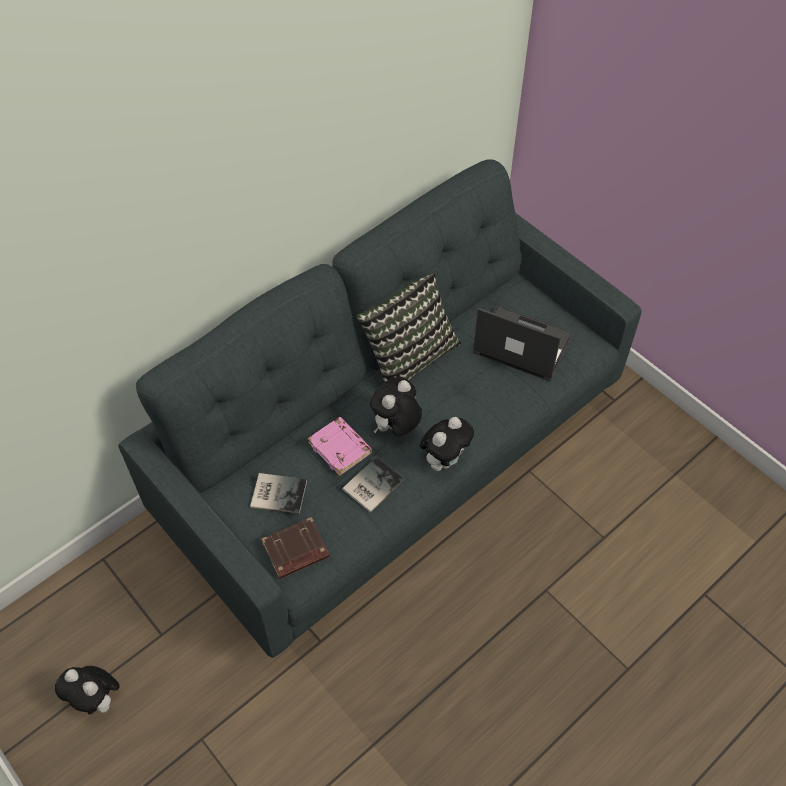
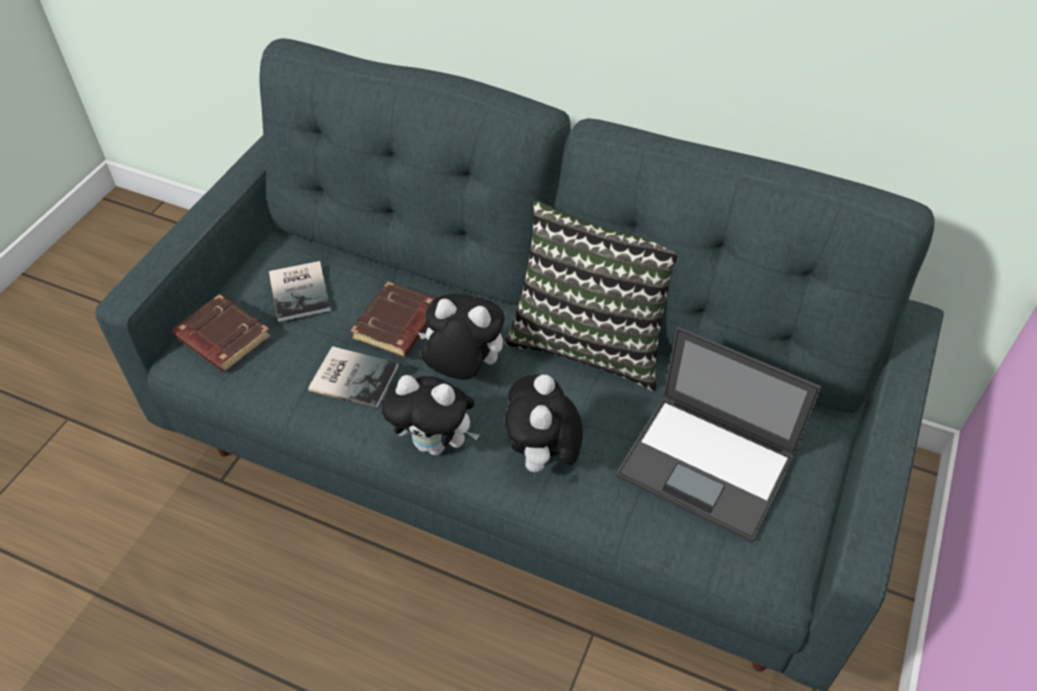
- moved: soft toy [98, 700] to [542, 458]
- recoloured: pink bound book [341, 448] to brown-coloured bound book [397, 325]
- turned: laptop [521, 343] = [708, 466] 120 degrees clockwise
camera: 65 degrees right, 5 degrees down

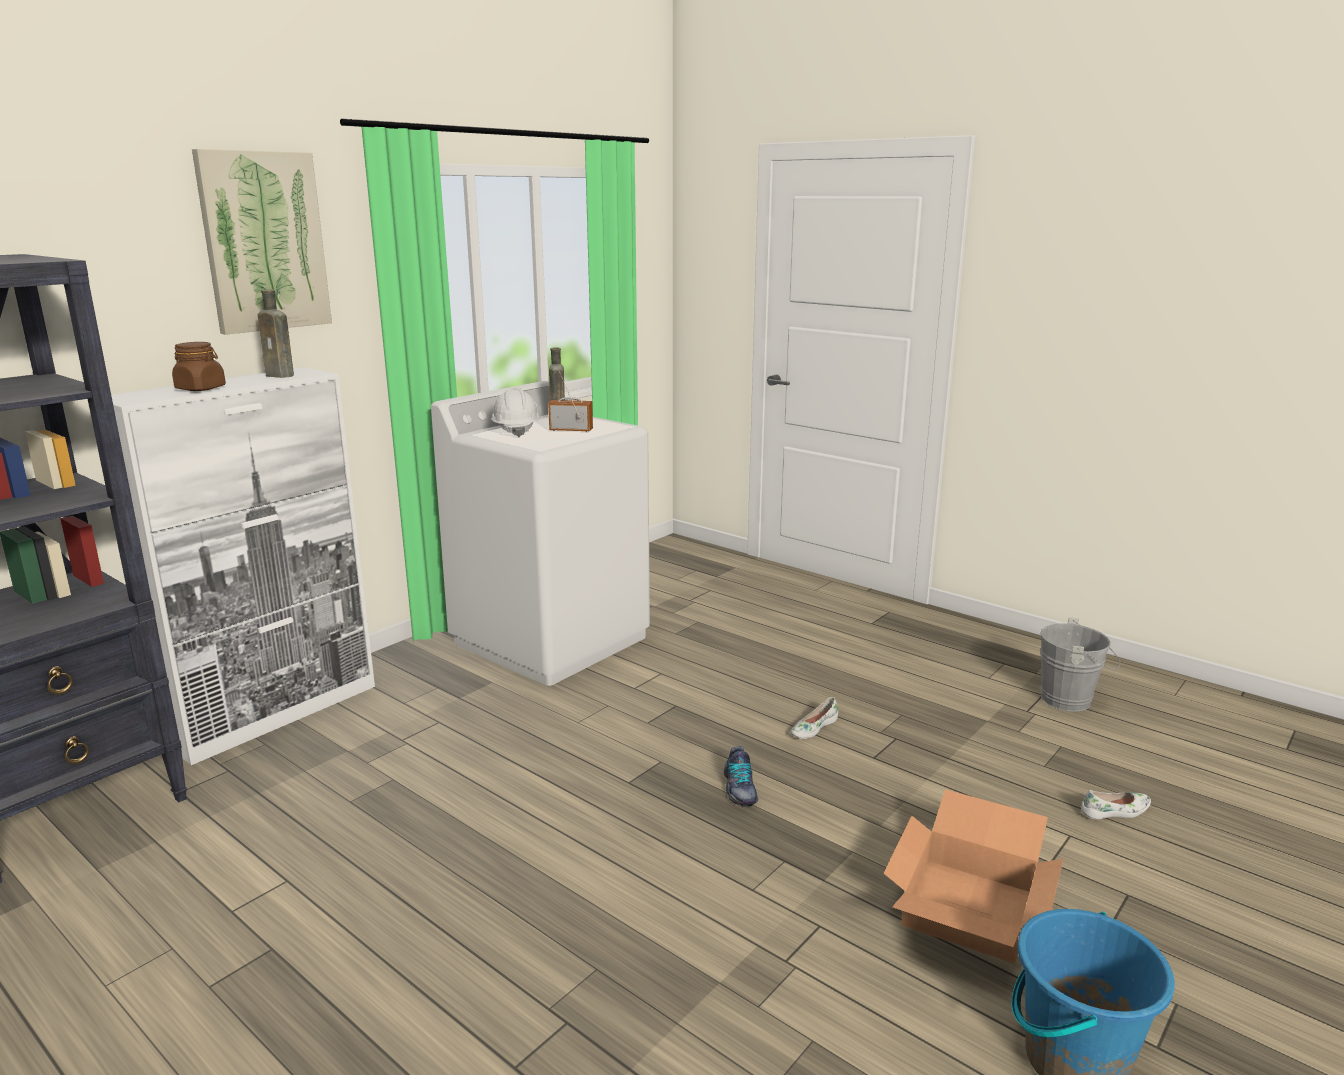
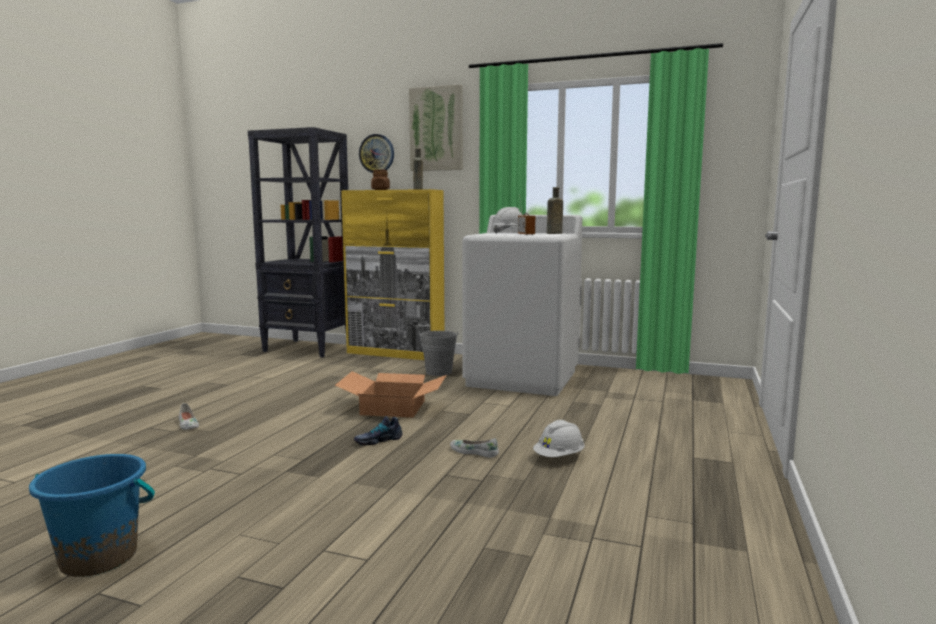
- recoloured: white-coloured cabinet [275, 712] to yellow cabinet [396, 353]
- moved: cardboard box [967, 906] to [394, 407]
- moved: grey pail [1071, 701] to [438, 373]
- moved: white-coloured low shoe [1116, 811] to [188, 424]
- added: hanging clock [377, 153]
- added: white-coloured hard hat [559, 457]
camera: 70 degrees right, 10 degrees down

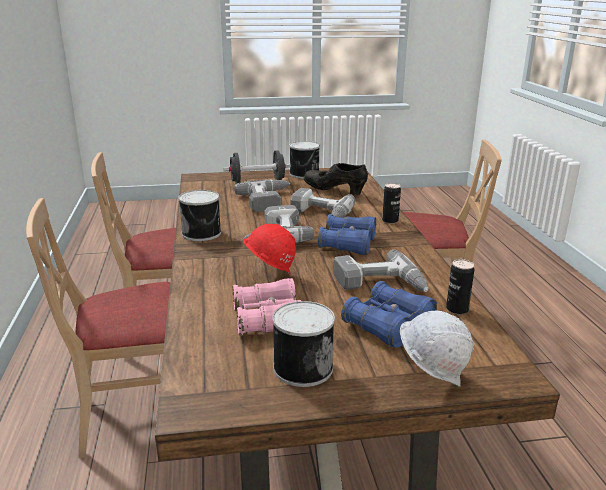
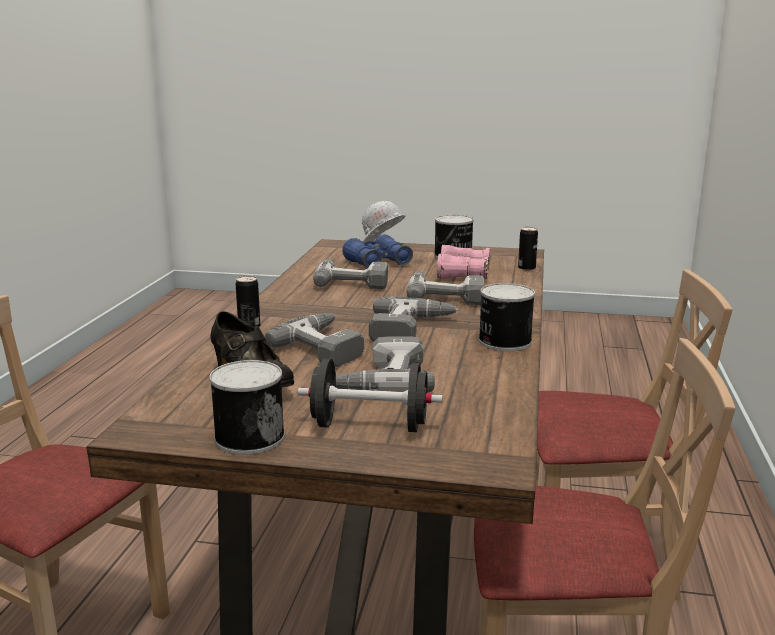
- replaced: red-coloured hard hat [269, 277] to power drill [445, 295]
- removed: bluish binoculars [347, 244]
- moved: can [457, 309] to [526, 268]
camera: 160 degrees left, 5 degrees down

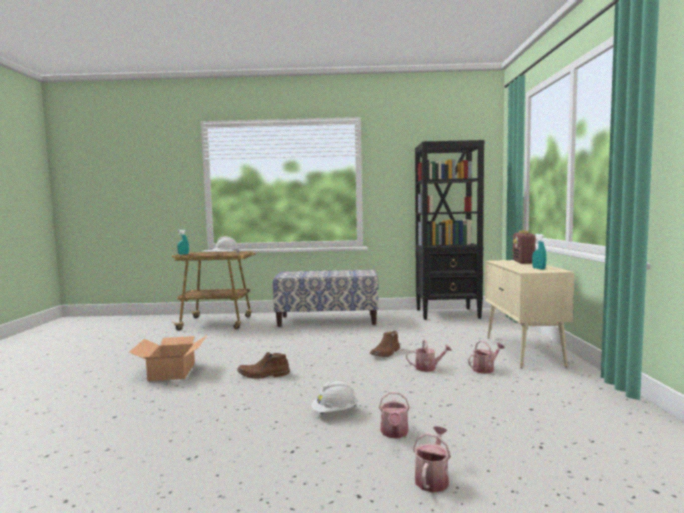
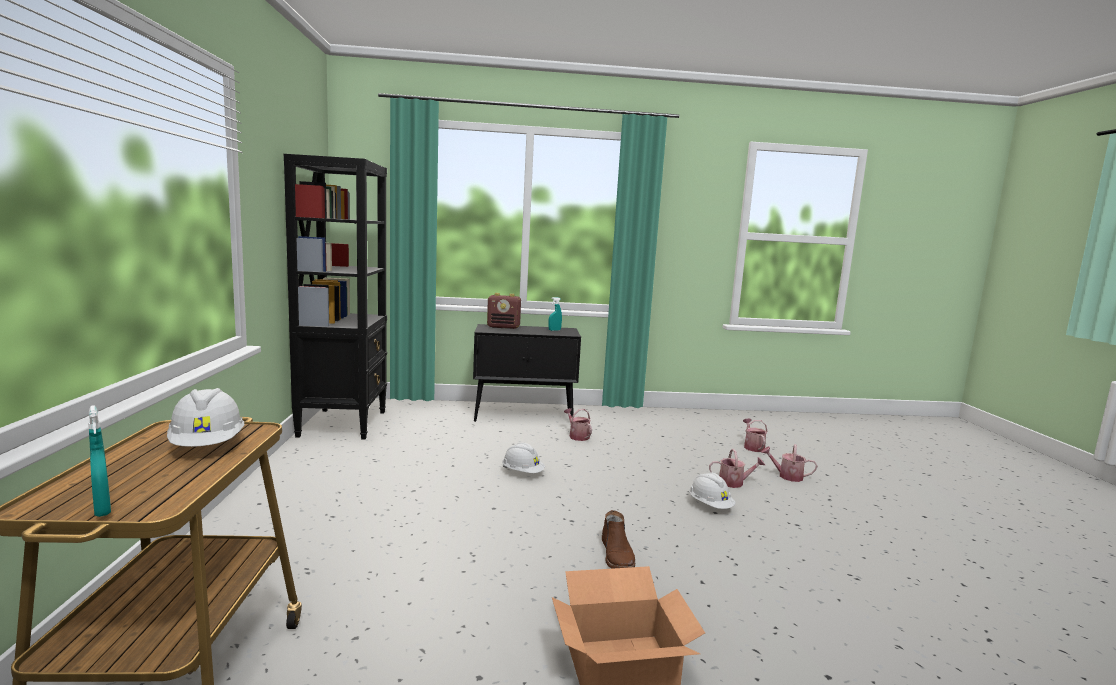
- removed: long seat [327, 320]
- replaced: brown-coloured tall boot [386, 353] to white-coloured hard hat [522, 473]
- moved: watering pot [428, 368] to [752, 447]
- recoloured: sand-coloured cabinet [523, 351] to blackish cabinet [525, 416]
camera: 95 degrees left, 5 degrees up

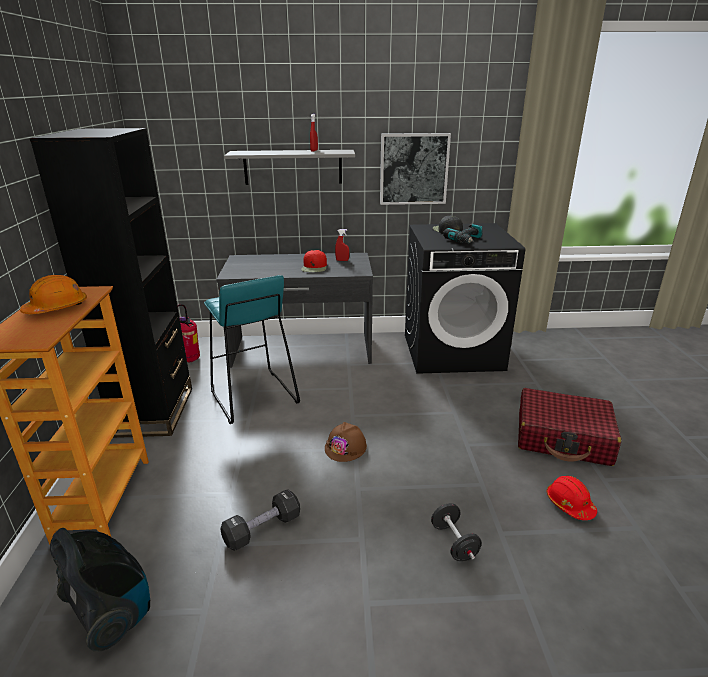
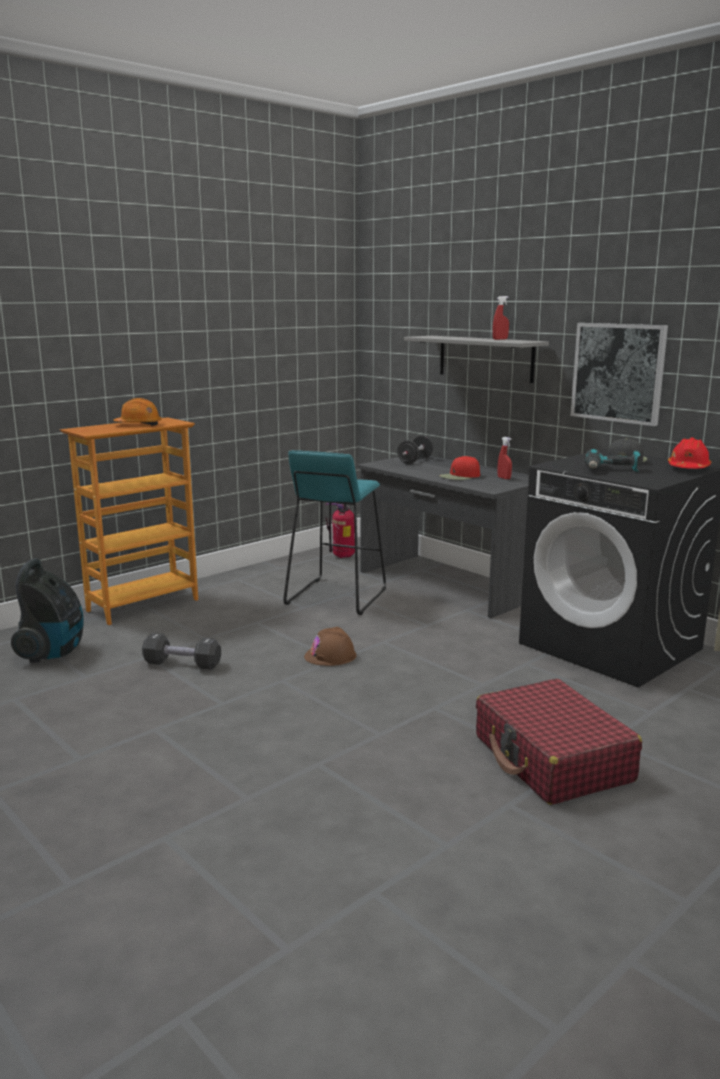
- removed: blackish bookcase [154, 411]
- moved: blackish free weight [454, 542] to [415, 461]
- moved: red-coloured hard hat [569, 504] to [688, 468]
camera: 50 degrees right, 10 degrees down

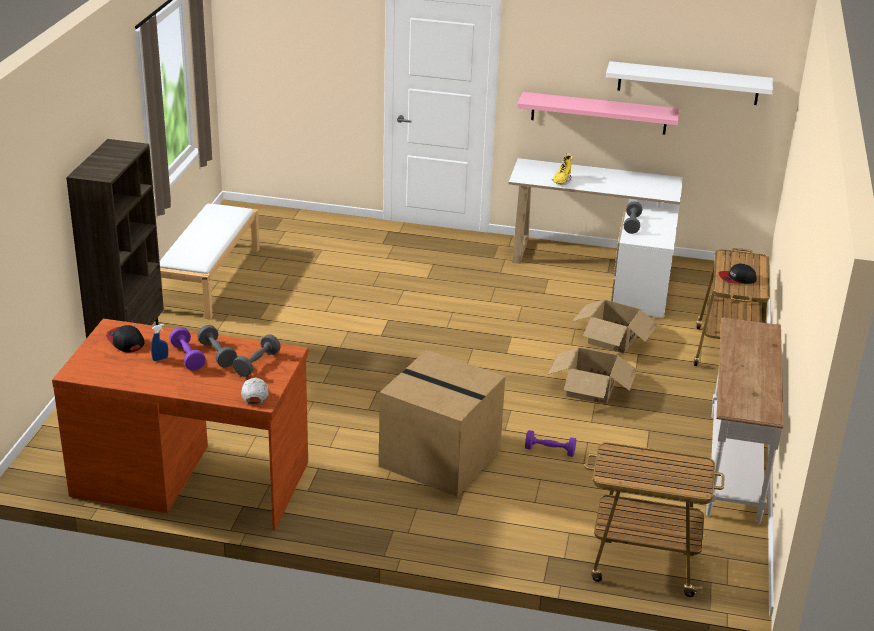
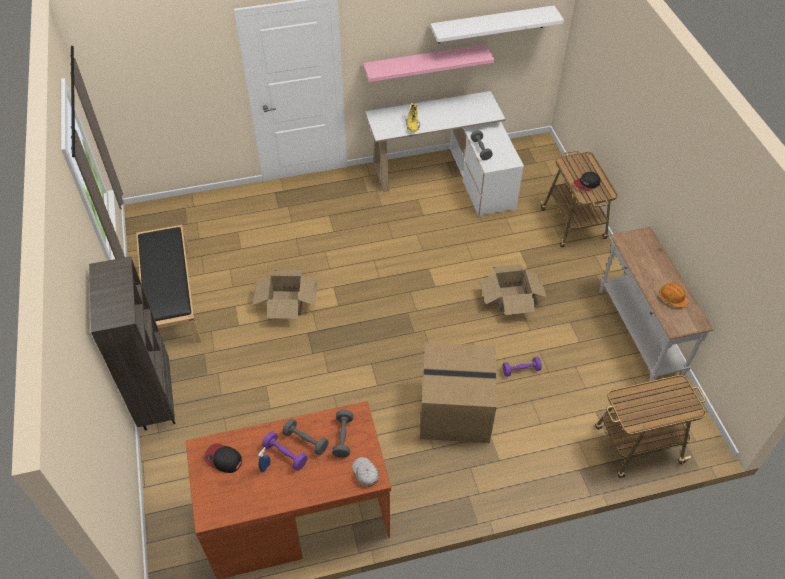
- recoloured: white-coloured long seat [209, 278] to blackish long seat [171, 297]
- moved: cardboard box [612, 339] to [286, 303]
- added: orange-coloured hard hat [672, 298]
camera: 25 degrees left, 20 degrees up

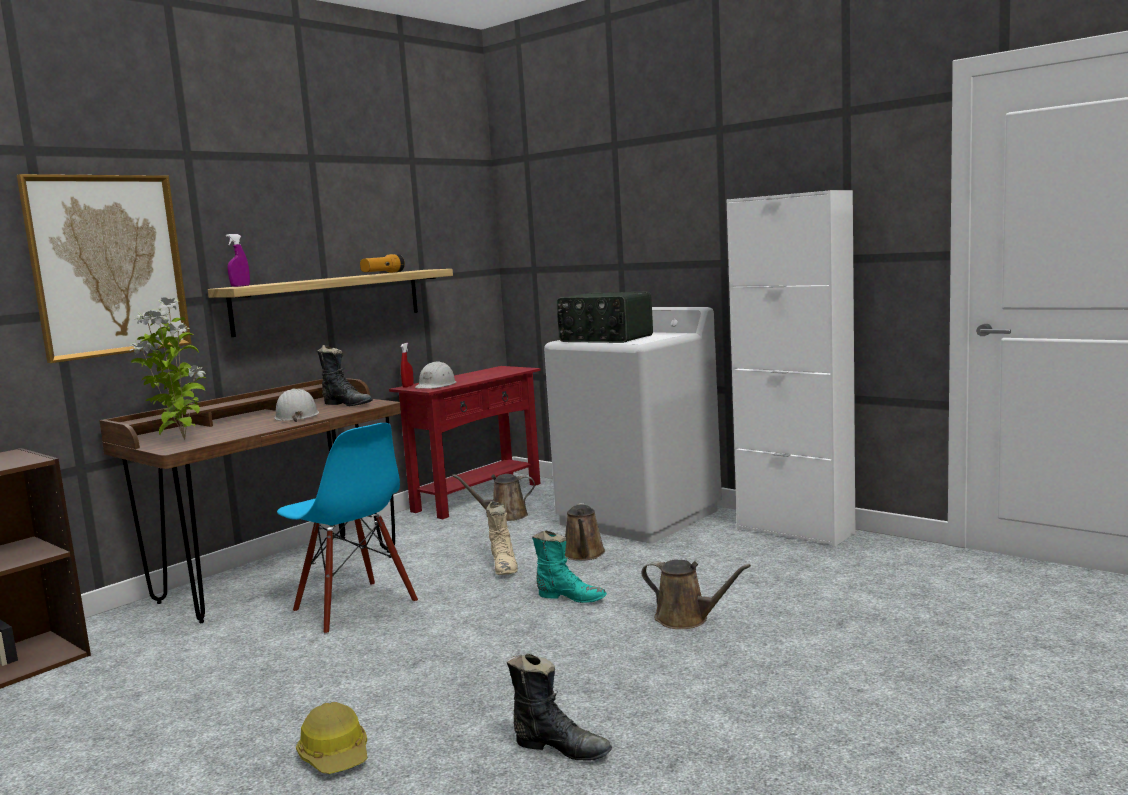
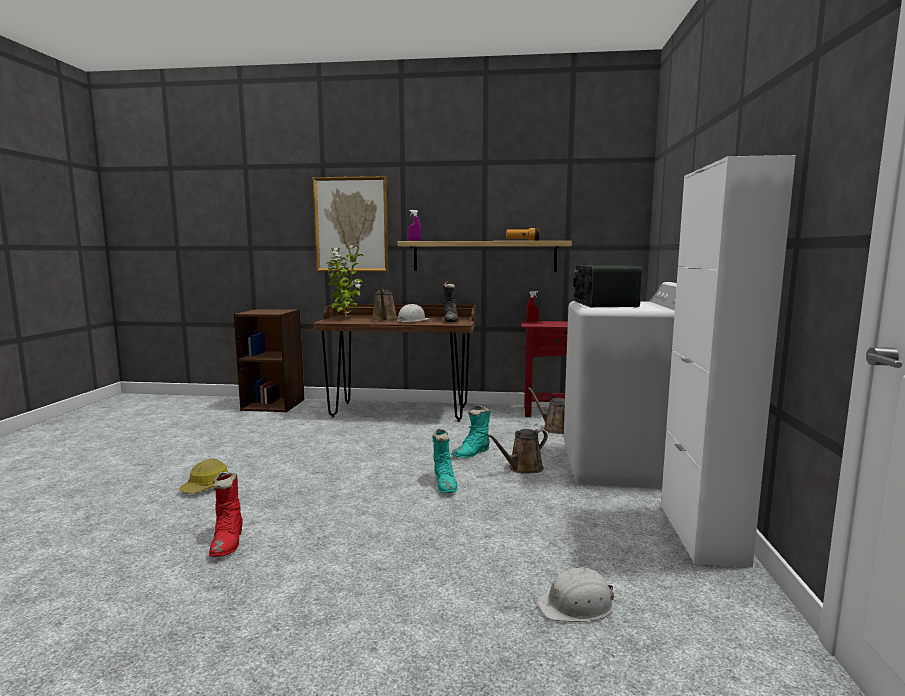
- removed: bluish plain chair [354, 607]
- moved: white-coloured hard hat [436, 385] to [577, 605]
- recoloured: sand-coloured tall boot [504, 567] to turquoise tall boot [472, 453]
- recoloured: blackish tall boot [561, 748] to red-coloured tall boot [228, 542]
- moved: brown-coloured watering pot [686, 619] to [384, 320]
camera: 55 degrees right, 0 degrees up

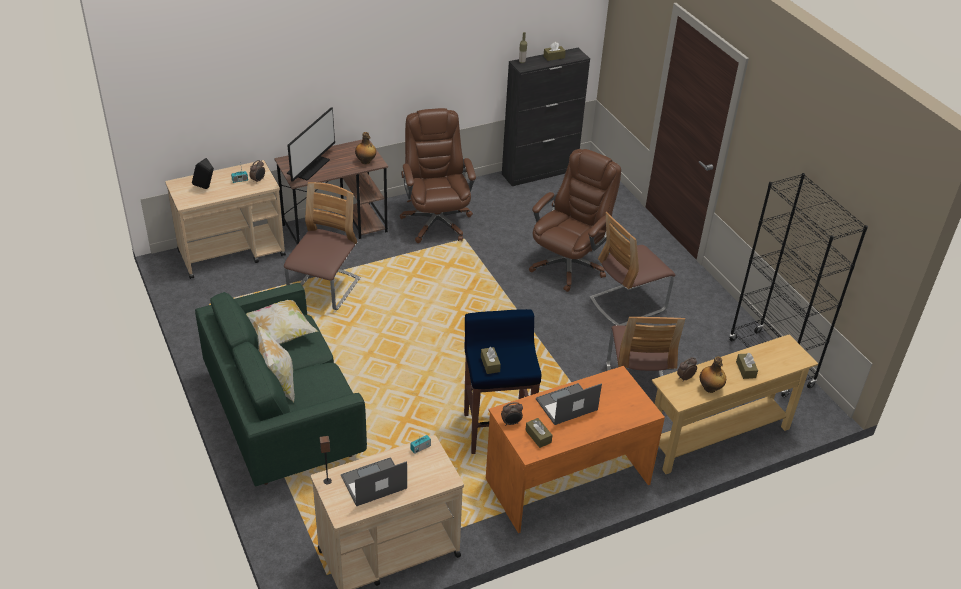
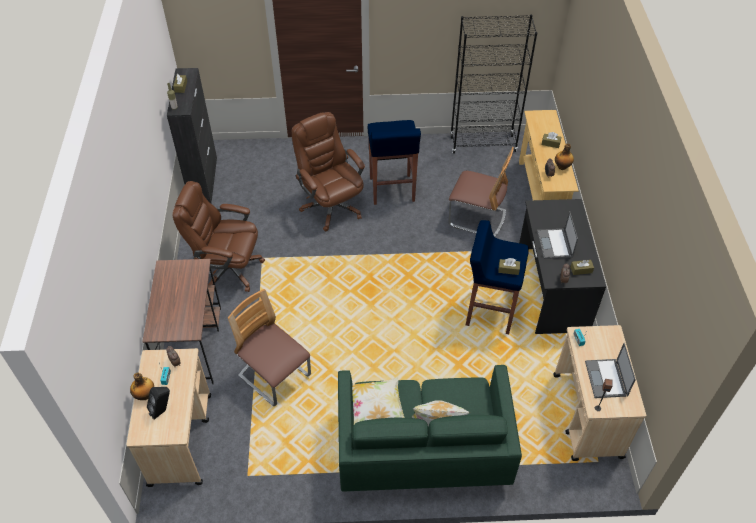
- removed: computer display [309, 167]
- moved: drink bottle [366, 161] to [145, 395]
- recoloured: orange-coloured desk unit [567, 480] to blackish desk unit [551, 288]
- replaced: plain chair [627, 304] to bluish sitting stool [392, 190]
camera: 65 degrees left, 10 degrees up

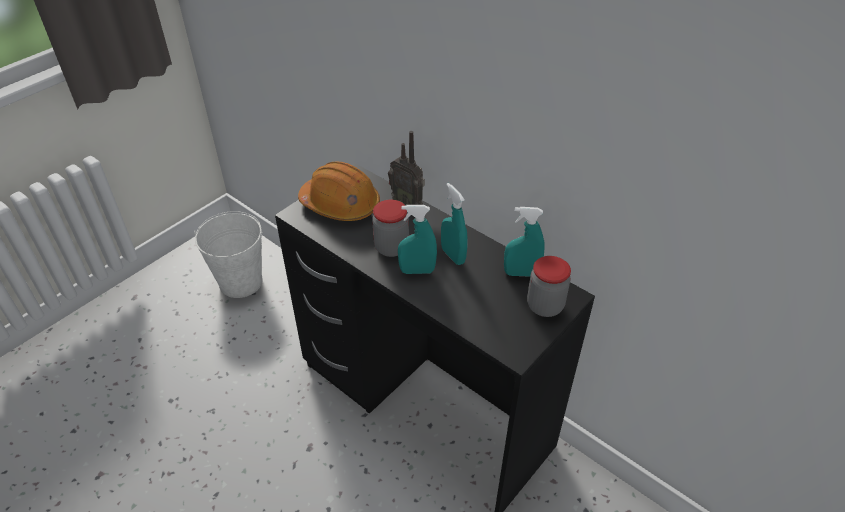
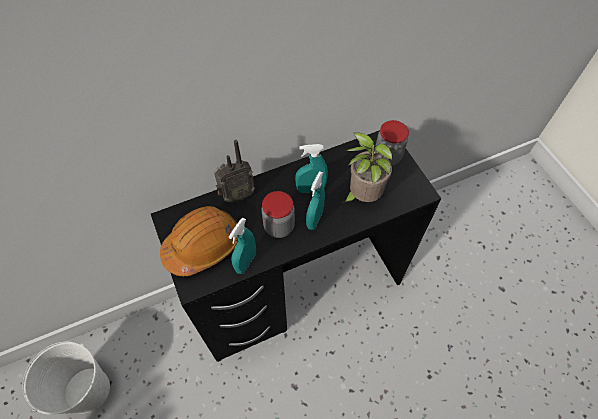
- moved: turquoise spray bottle [521, 273] to [246, 262]
- added: plant in a pot [362, 196]
camera: 65 degrees left, 15 degrees up

